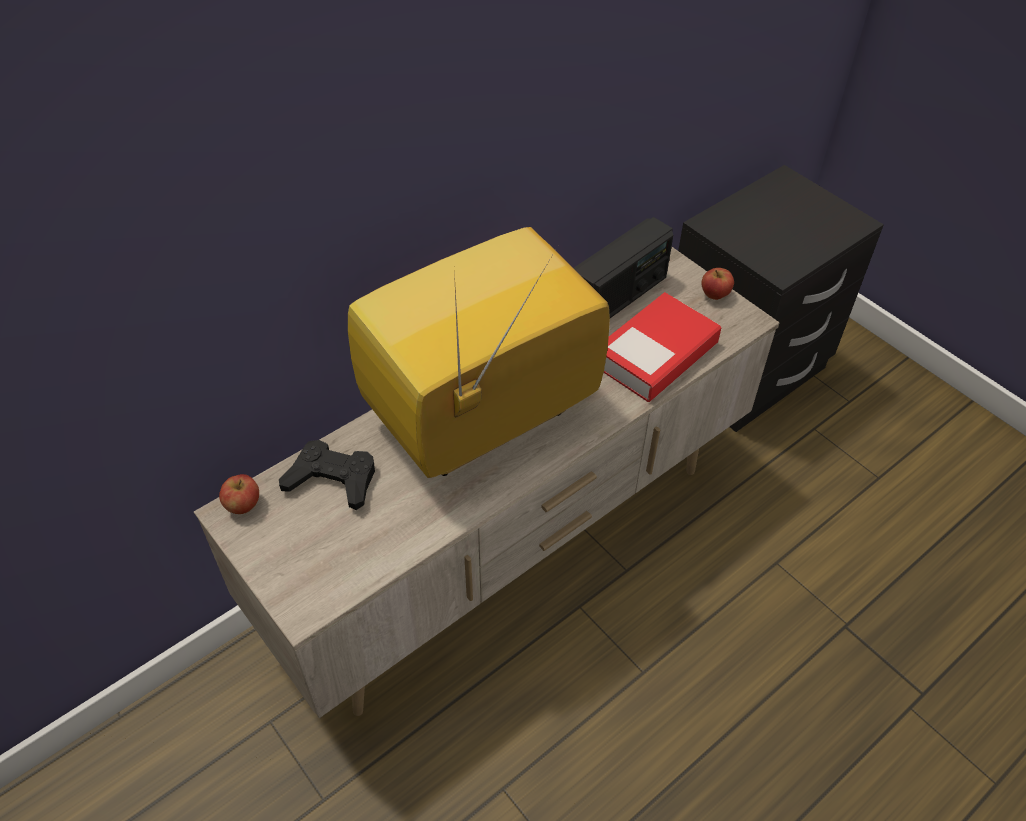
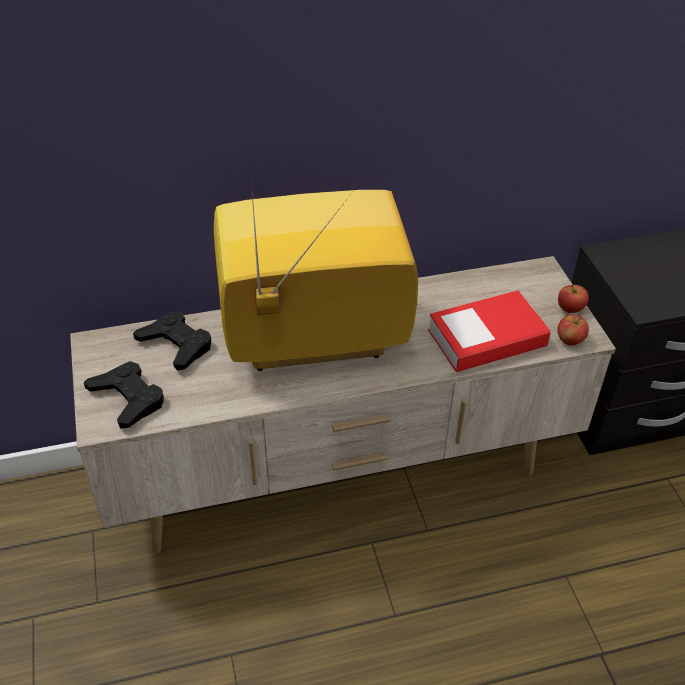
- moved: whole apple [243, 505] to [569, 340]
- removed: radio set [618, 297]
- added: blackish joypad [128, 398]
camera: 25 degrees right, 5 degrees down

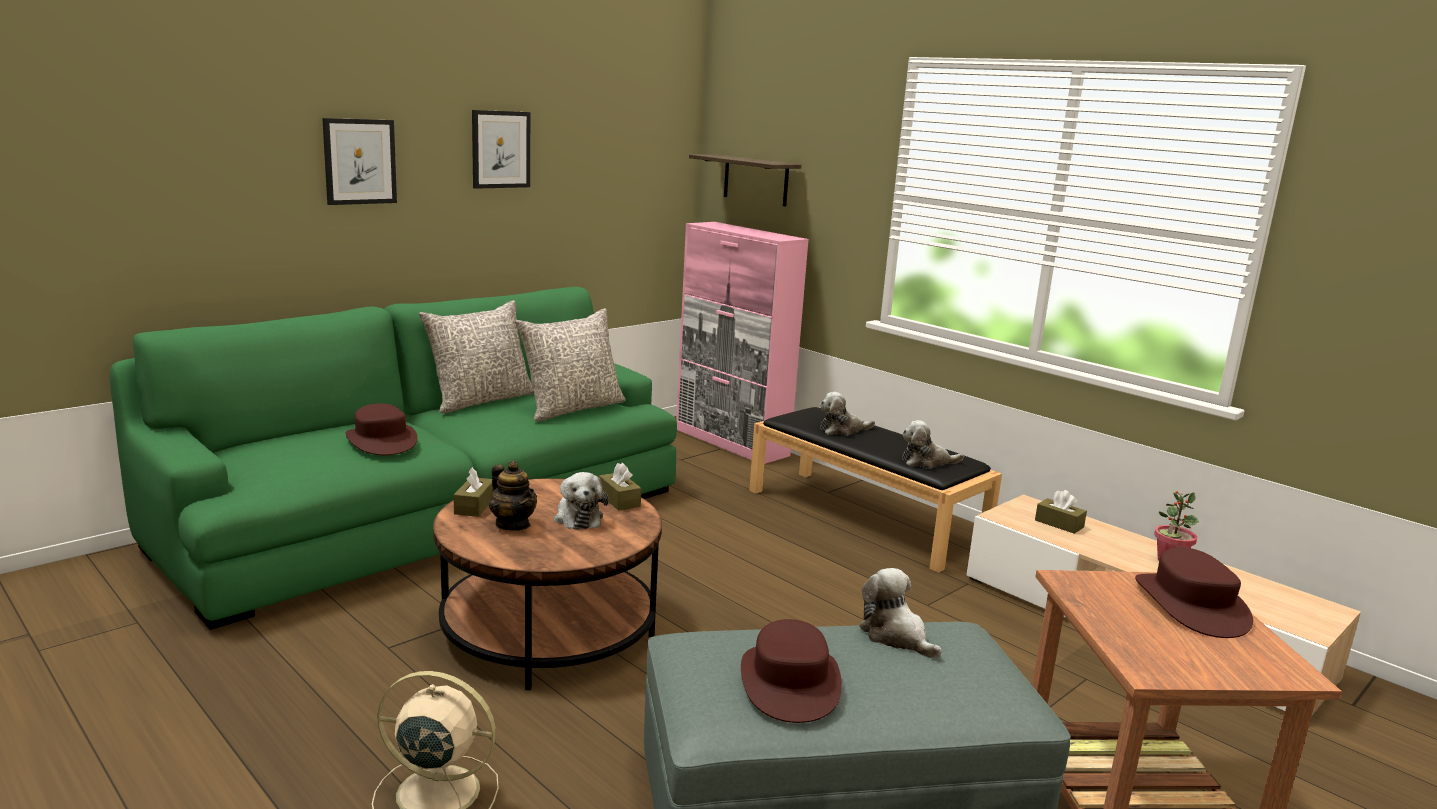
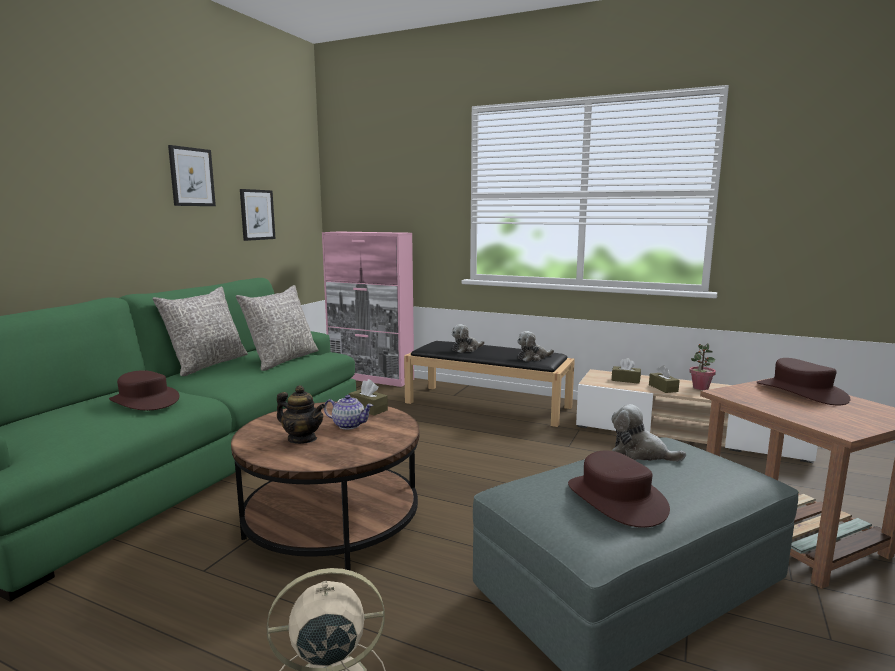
- moved: wall art [360, 161] to [257, 215]
- moved: brown-coloured box of tissues [474, 506] to [663, 388]
- replaced: soft toy [578, 517] to tea pot [348, 425]
- removed: wall shelf [756, 180]
camera: 20 degrees left, 5 degrees down

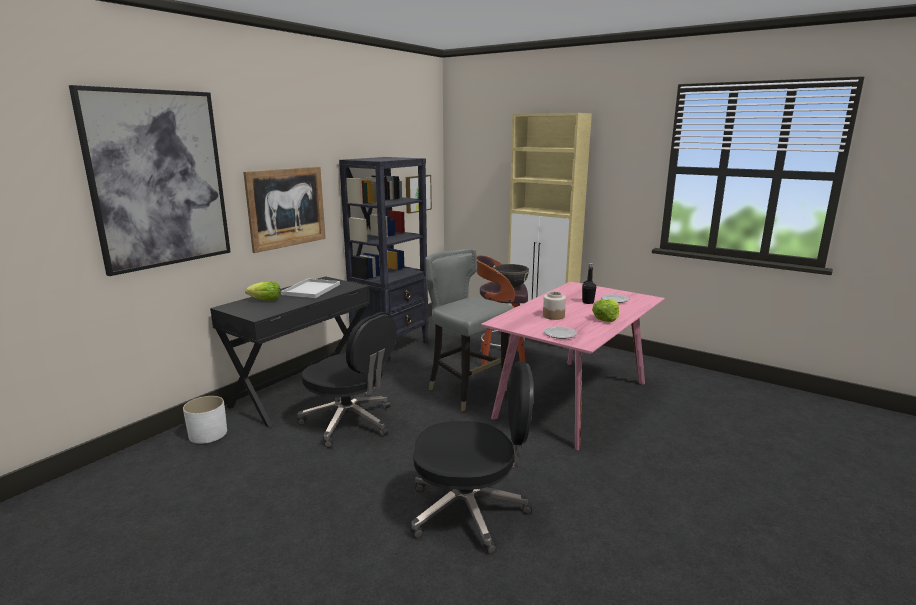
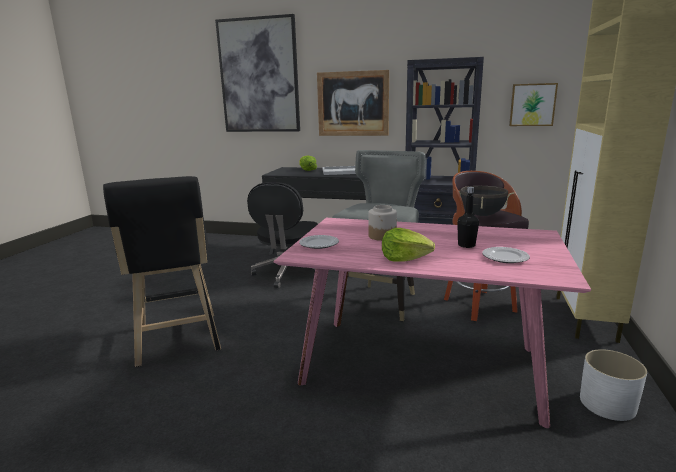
- moved: white-coloured plant pot [208, 434] to [607, 404]
- replaced: blackish office chair [470, 511] to blackish sitting stool [178, 341]
camera: 70 degrees right, 0 degrees up

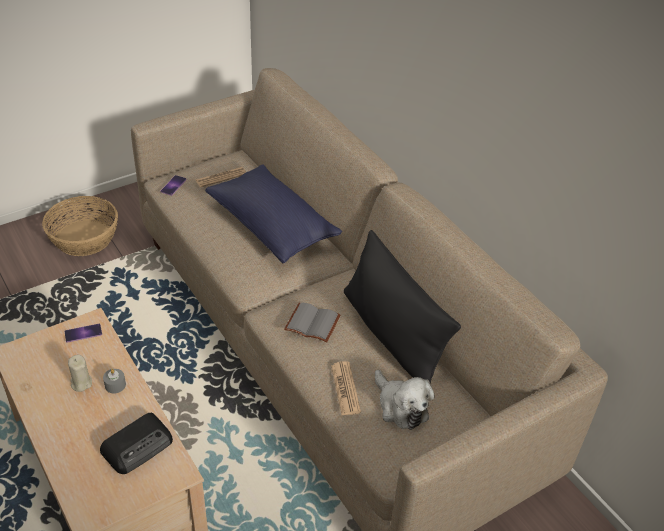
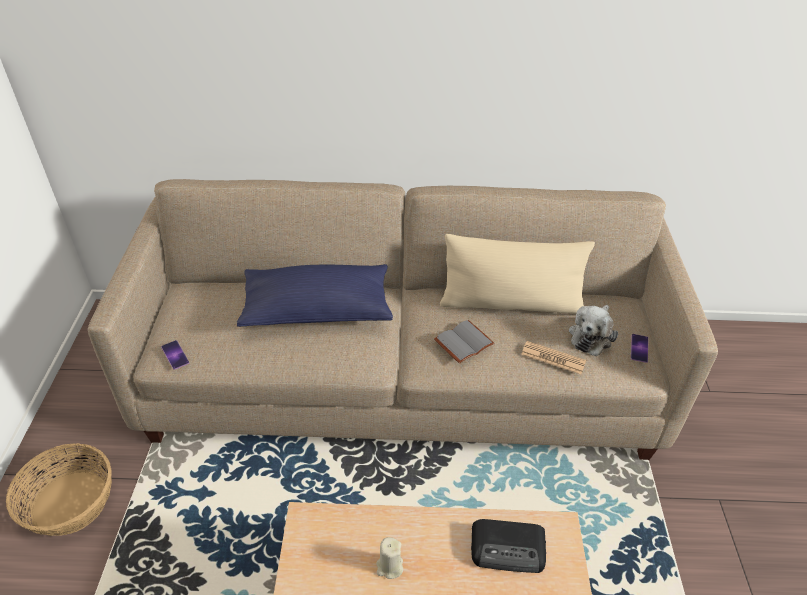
- moved: phone [83, 333] to [639, 348]
- turned: radio set [138, 446] = [509, 548] 105 degrees clockwise
- removed: grey wax light [115, 385]
- removed: printed paper [221, 177]
- recoloured: blackish pillow [392, 335] to sand-coloured pillow [510, 303]
- turned: soft toy [400, 406] = [591, 336] 120 degrees clockwise
camera: 55 degrees left, 0 degrees up

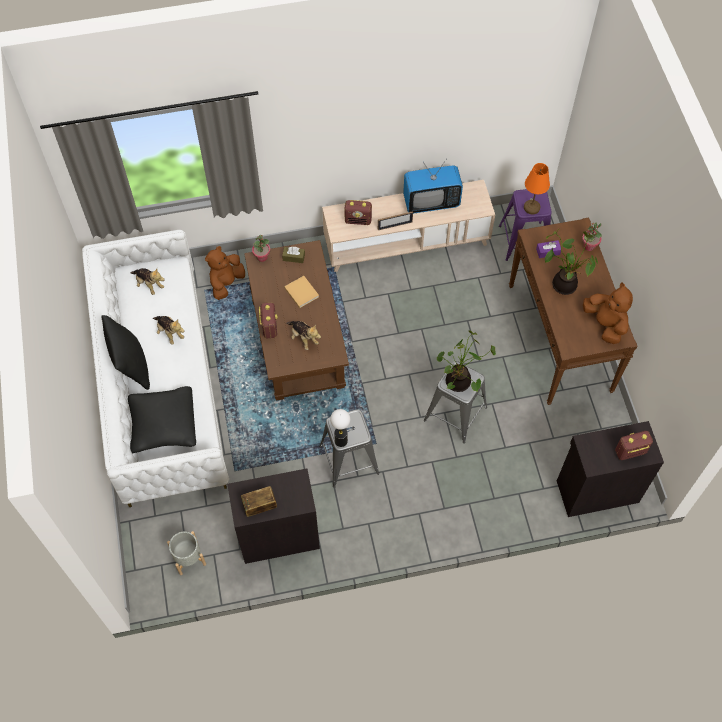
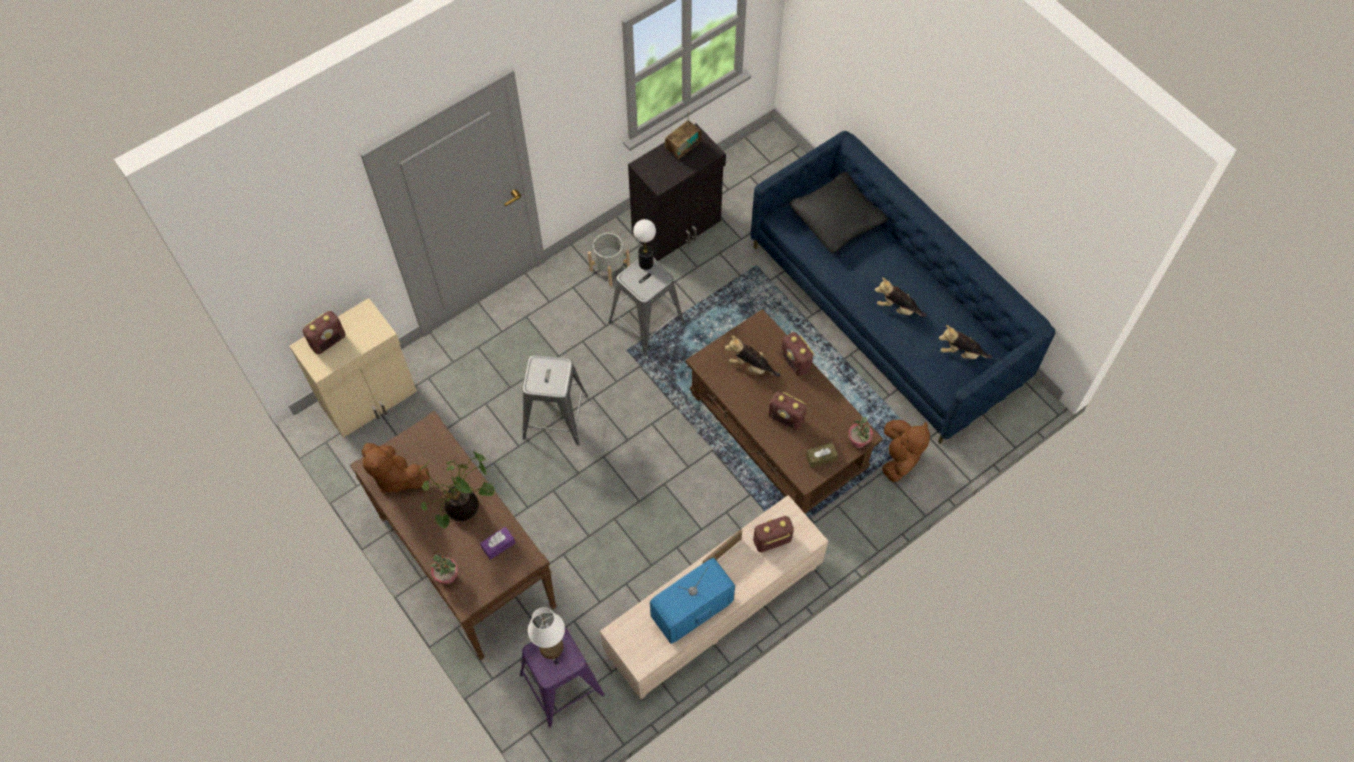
- recoloured: white-coloured couch [162, 386] to bluish couch [886, 313]
- removed: blackish pillow [131, 366]
- moved: grey plant pot [188, 557] to [610, 269]
- replaced: sand-coloured bound book [301, 291] to radio set [786, 418]
- removed: plant in a pot [459, 383]
- recoloured: orange-coloured lamp for a table [532, 208] to white-coloured lamp for a table [550, 646]
- recoloured: blackish cabinet [596, 490] to sand-coloured cabinet [370, 399]
camera: 155 degrees right, 0 degrees up

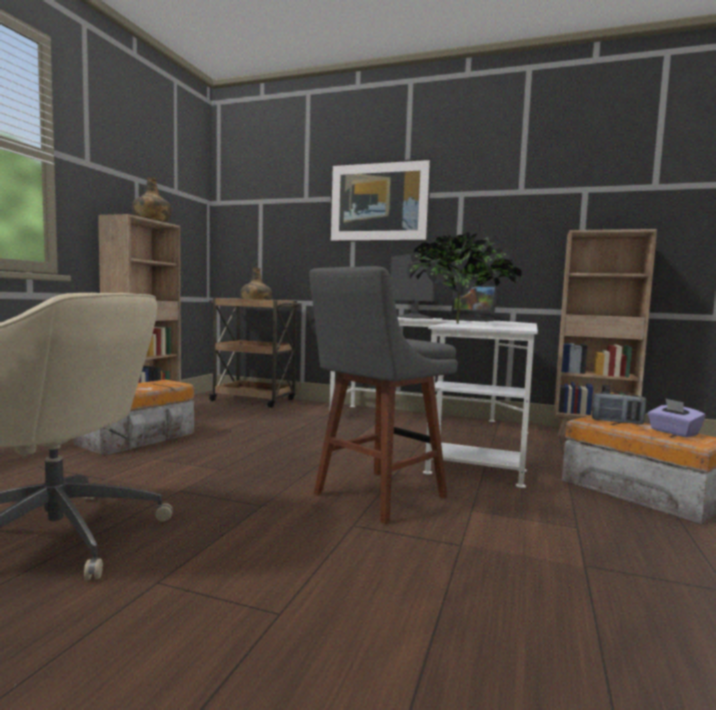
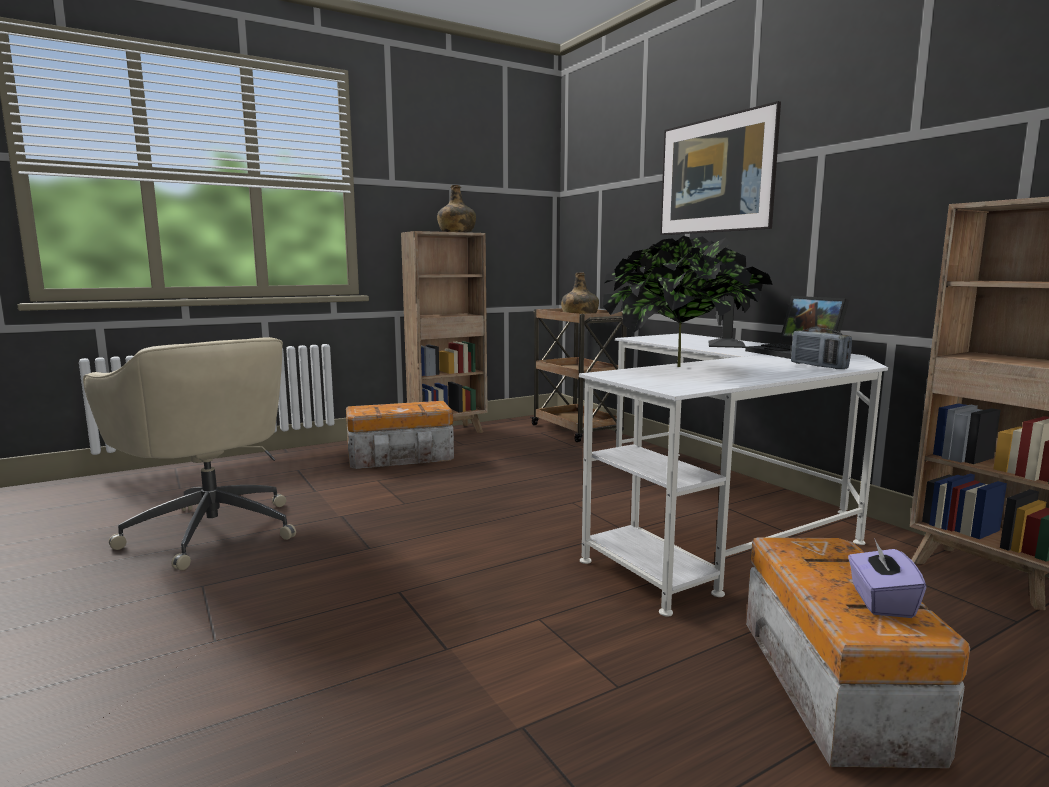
- removed: grey sitting stool [375, 497]
- moved: radio set [617, 422] to [818, 366]
camera: 40 degrees right, 5 degrees up

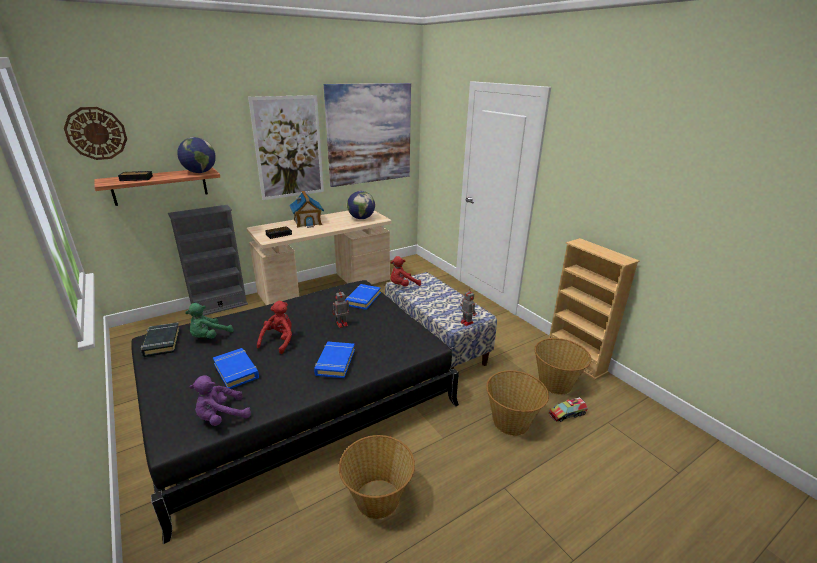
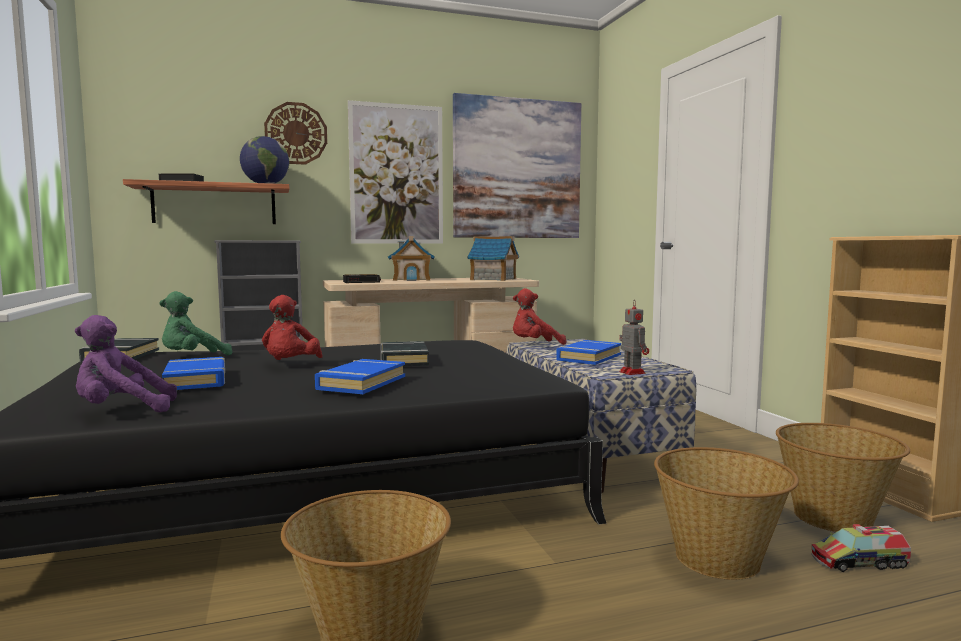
- moved: hanging clock [96, 133] to [296, 133]
- turned: red-coloured soft toy [279, 341] = [290, 365] 150 degrees clockwise
- replaced: model robot [341, 324] to blackish bound book [403, 360]
- moved: bluish bound book [363, 299] to [588, 357]
- replaced: globe [361, 218] to model house [493, 279]
camera: 15 degrees right, 20 degrees down

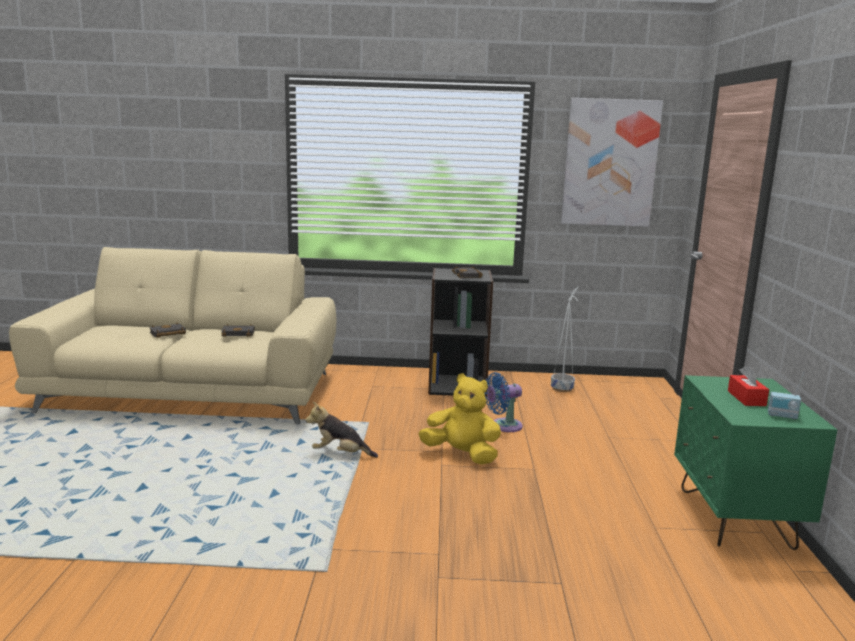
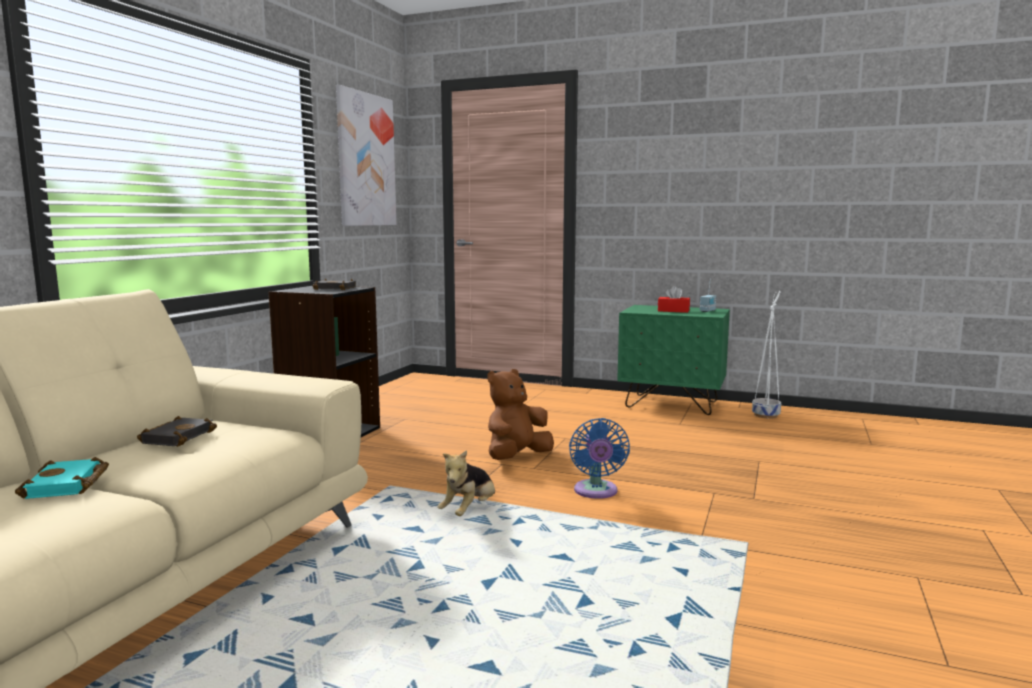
- recoloured: blackish bound book [167, 334] to turquoise bound book [68, 485]
- recoloured: yellow soft toy [462, 455] to brown-coloured soft toy [516, 457]
- moved: bluish electric fan [503, 426] to [596, 492]
- moved: white-coloured plant pot [562, 389] to [766, 415]
camera: 70 degrees left, 5 degrees down

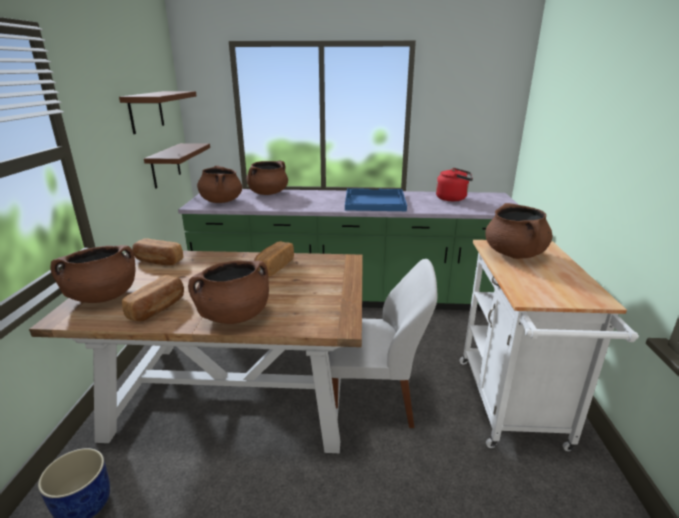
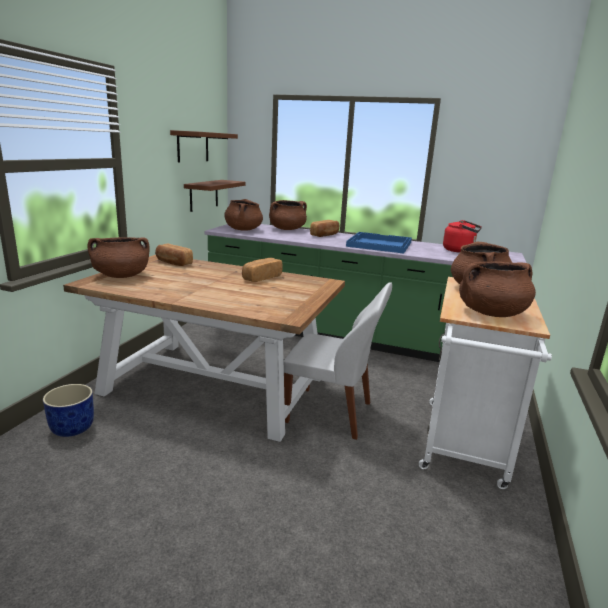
- moved: bakery bread [158, 308] to [325, 235]
- moved: brown-coloured stockpot [234, 316] to [491, 313]
camera: 15 degrees right, 5 degrees down

